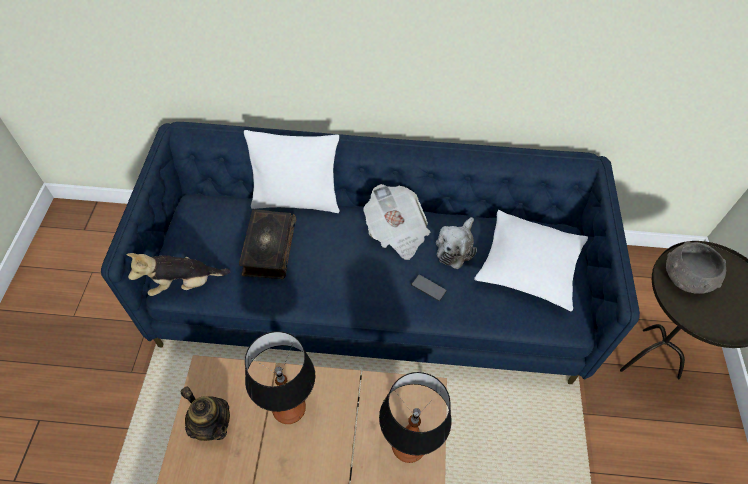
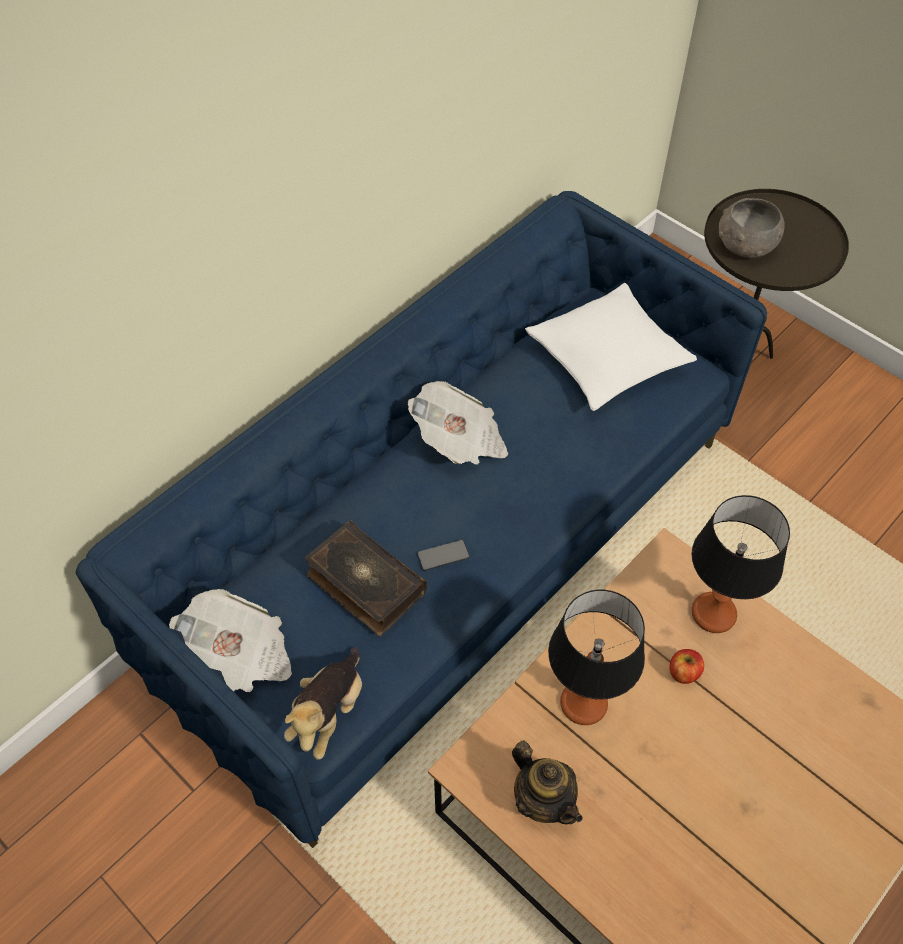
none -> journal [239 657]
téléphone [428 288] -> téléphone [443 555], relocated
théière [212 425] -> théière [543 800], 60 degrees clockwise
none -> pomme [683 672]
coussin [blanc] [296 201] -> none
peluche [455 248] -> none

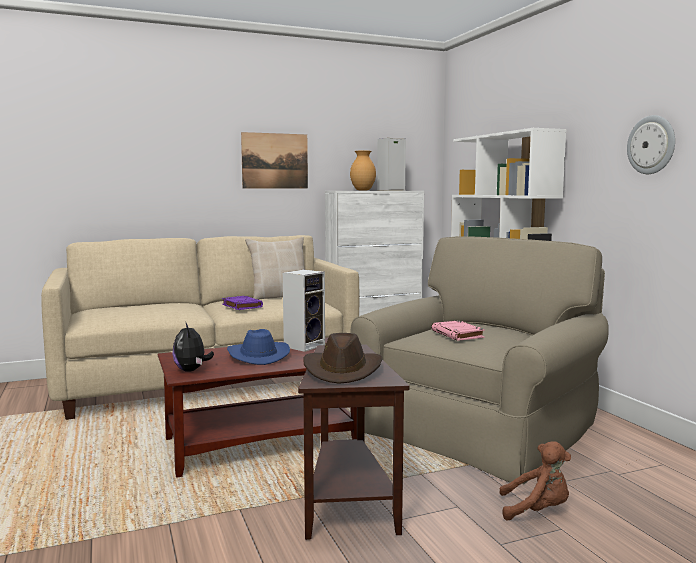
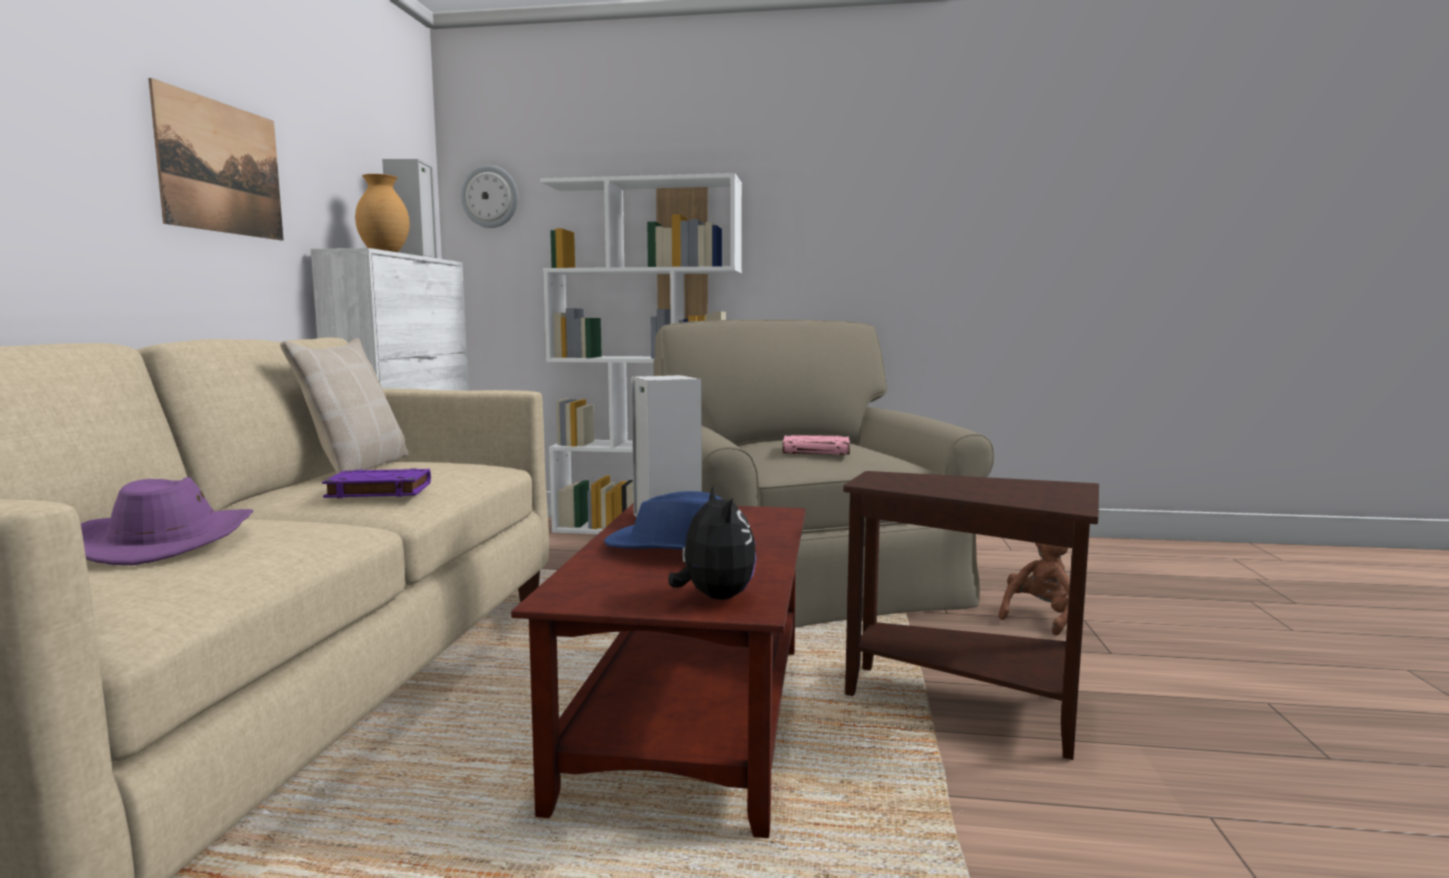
none -> chapeau [violet] [168 541]
horloge murale [651 145] -> horloge murale [490 197], relocated
peluche [192 370] -> peluche [714 597], 120 degrees counterclockwise
chapeau [marron] [343 370] -> none

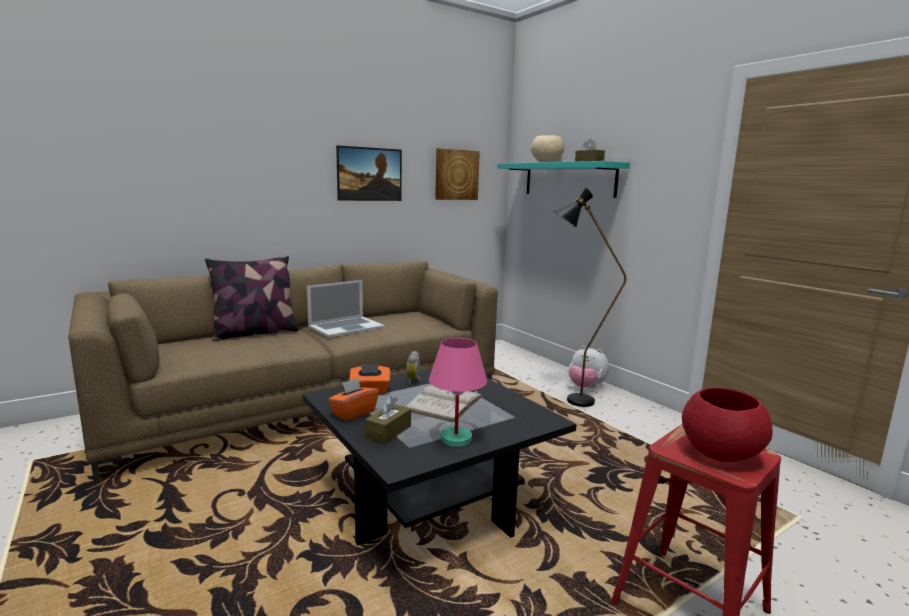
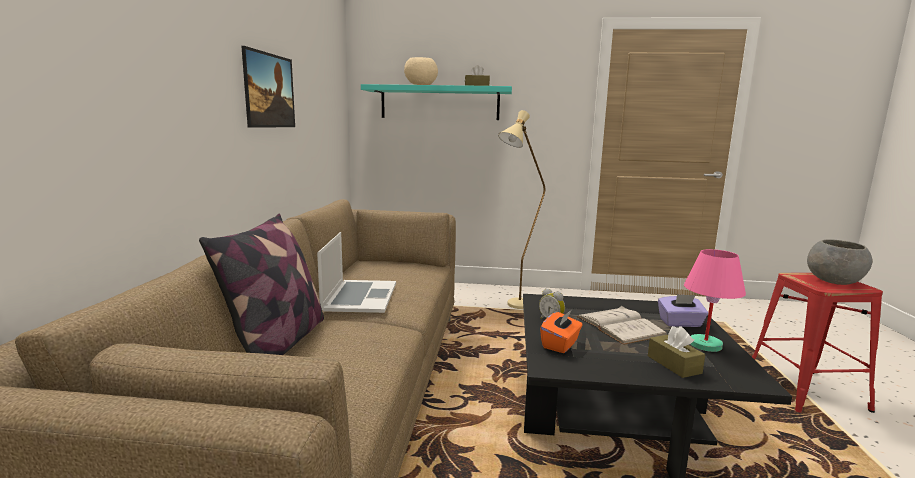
lampadaire [noir] [570 401] -> lampadaire [beige] [514 307]
none -> boîte à mouchoirs [violet] [680 323]
bol [rouge] [720 455] -> bol [gris] [834 282]
boîte à mouchoirs [orange] [353 413] -> none
tableau [456 175] -> none
peluche [586 387] -> none

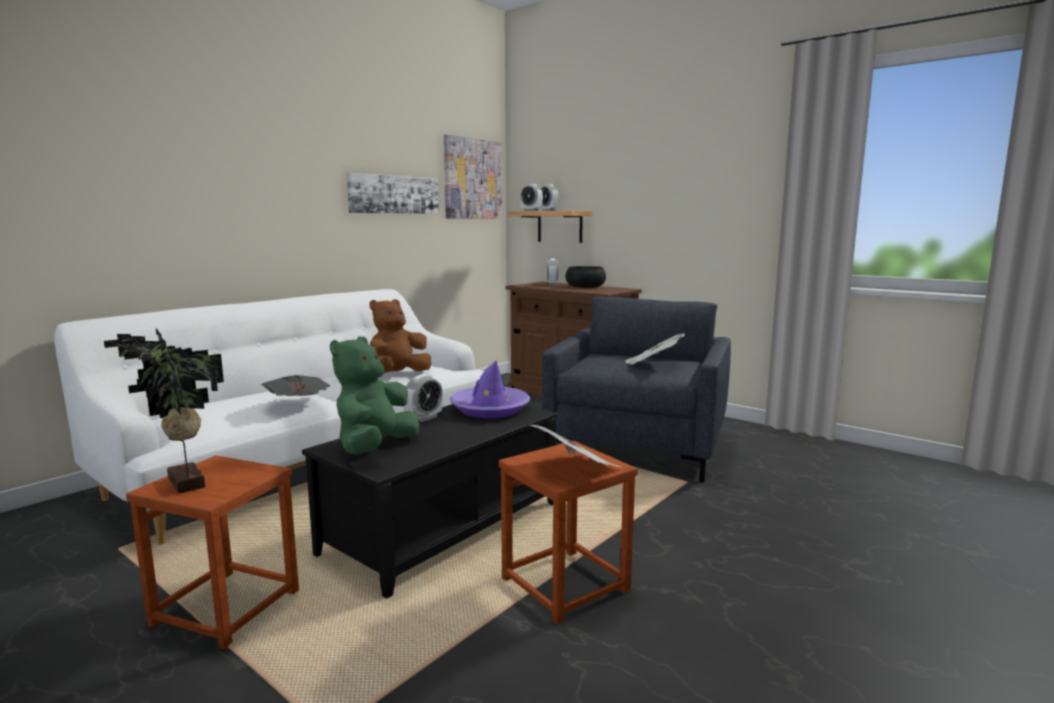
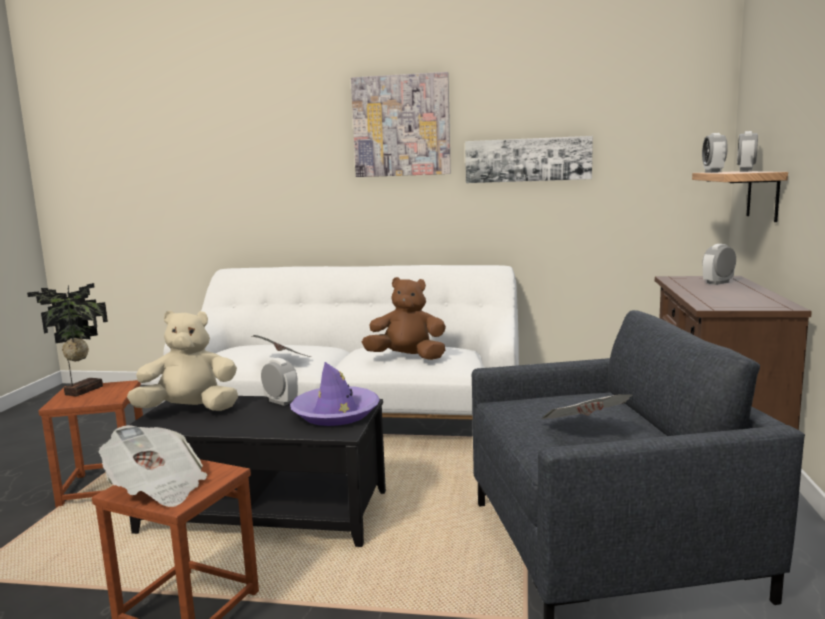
peluche [vert] [375 448] -> peluche [beige] [190 410]
réveil [424 418] -> réveil [280 401], 150 degrees counterclockwise
tableau [472 179] -> tableau [401 126], relocated
bol [noir] [585 287] -> none

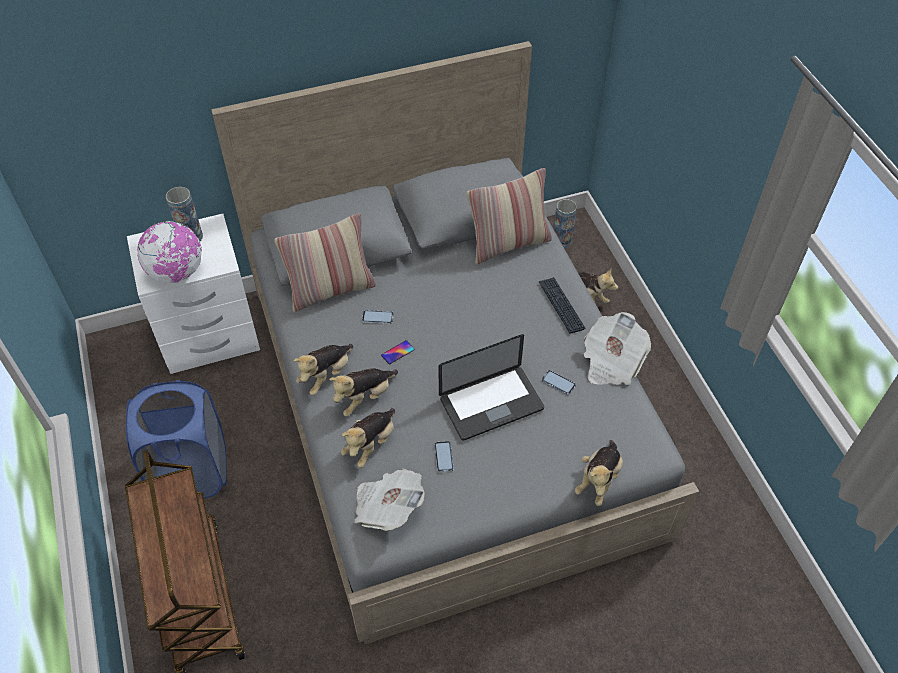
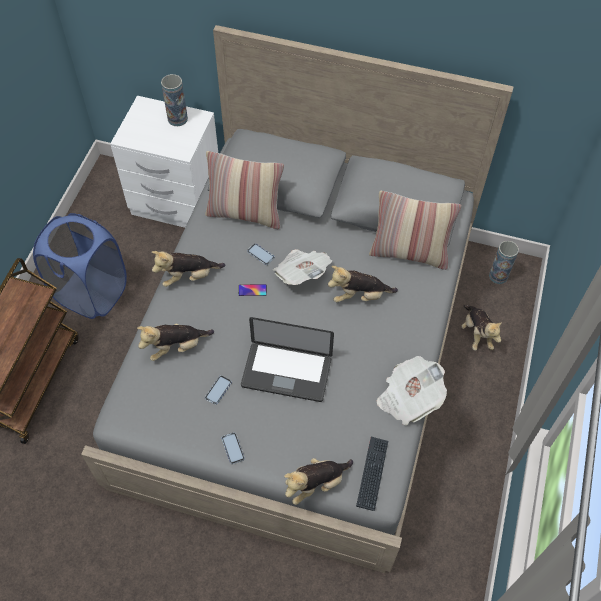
téléphone [558 382] -> téléphone [233 448], relocated
journal [388 507] -> journal [301 274], relocated
peluche [364 397] -> peluche [359 296], relocated
clavier [561 305] -> clavier [372 473], relocated
globe [177 272] -> none

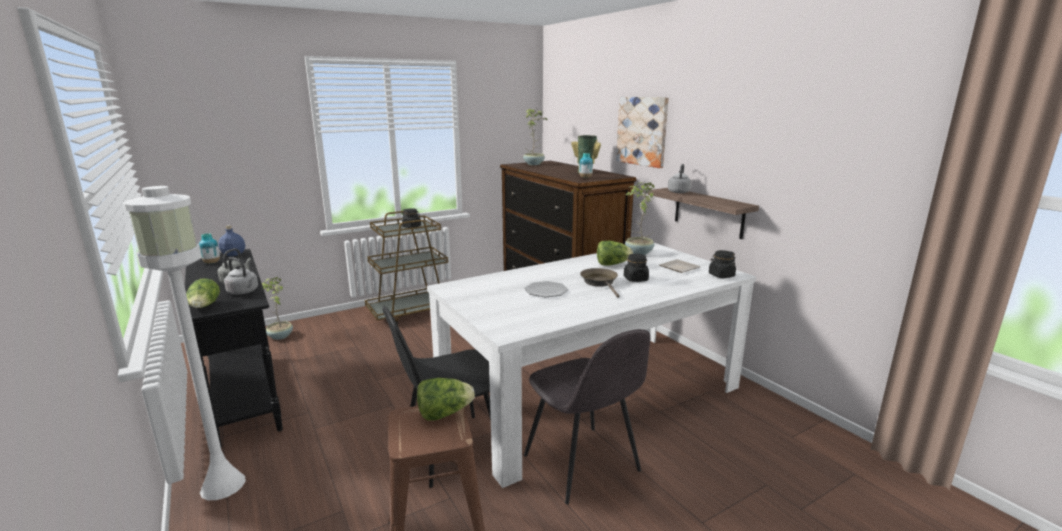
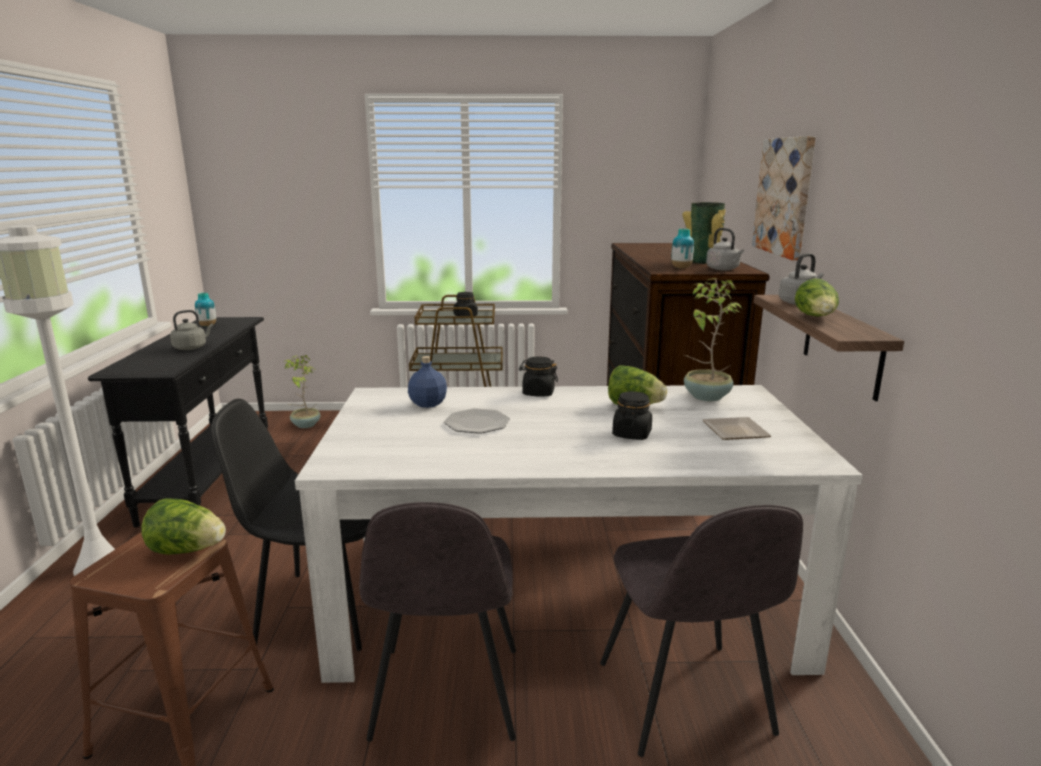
bouteille [bleu] [234 254] -> bouteille [bleu] [428 403], relocated
bocal [noir] [721 275] -> bocal [noir] [538 393], relocated
none -> chaise [gris] [685 701]
bouilloire [gris] [244 292] -> bouilloire [gris] [723 269], relocated
laitue [204 307] -> laitue [816 317], relocated
plante en pot [534 164] -> none
poêle [marron] [600 283] -> none

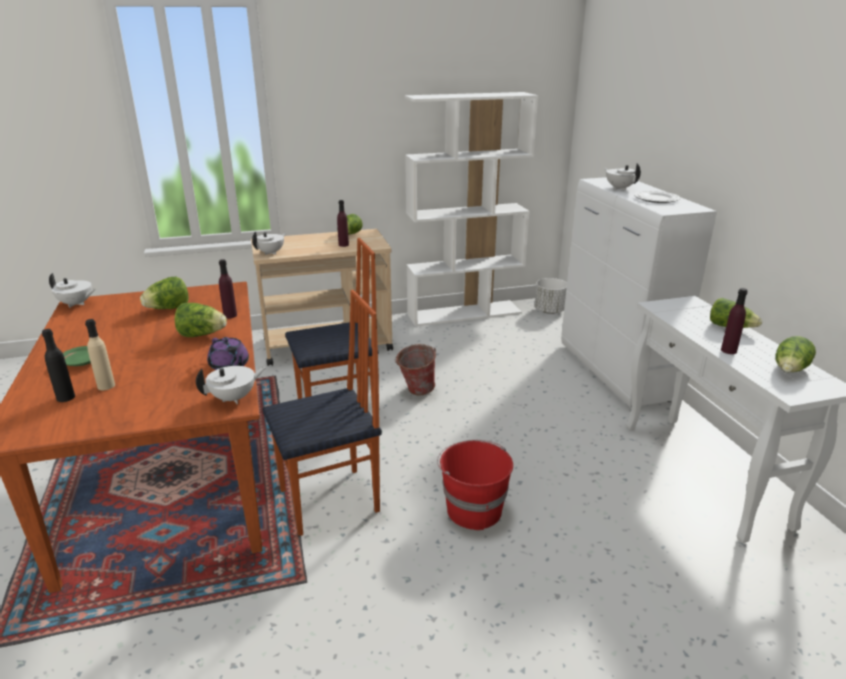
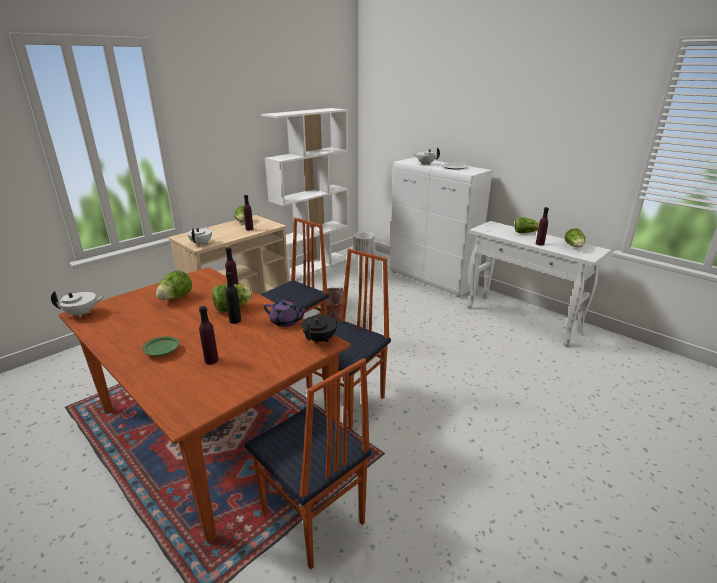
bouteille [beige] [106 386] -> bouteille [violet] [211 360]
bouteille [noir] [65 397] -> bouteille [noir] [235 320], relocated
none -> chaise [312 520]
théière [blanc] [234 398] -> théière [noir] [320 339]
seau [rouge] [473 509] -> none

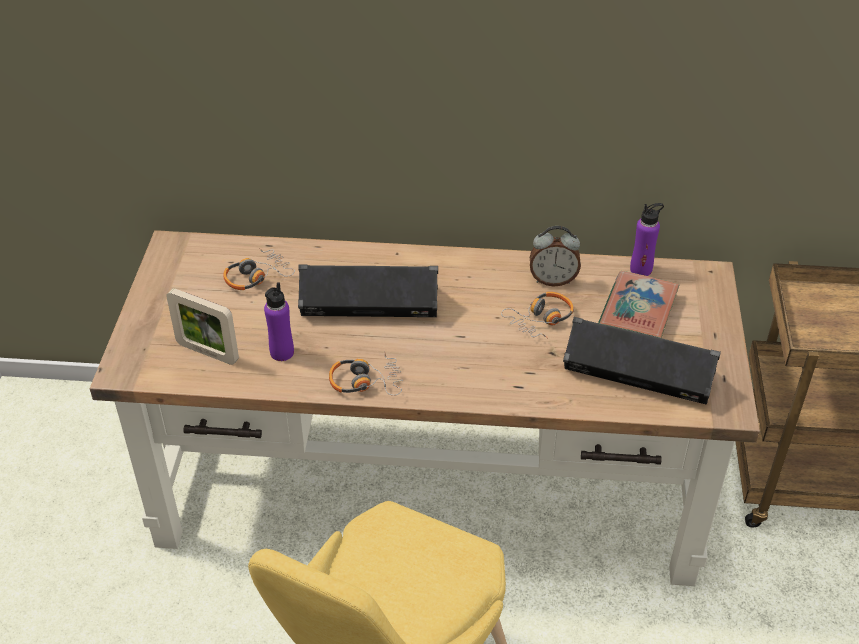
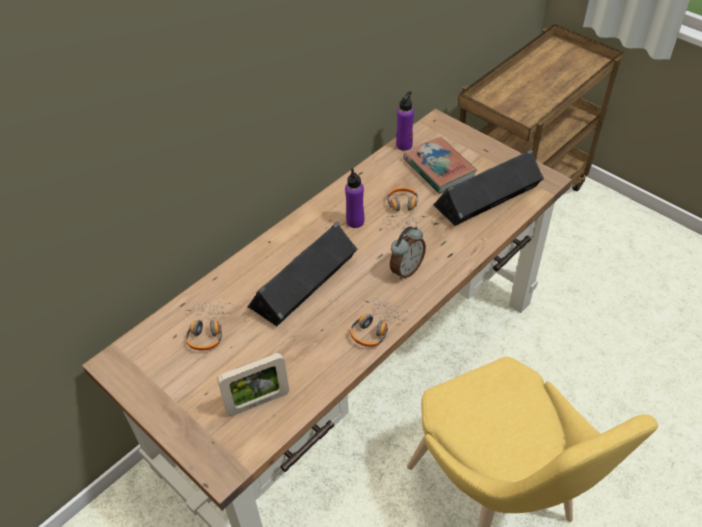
bouteille [violet] [282 352] -> bouteille [violet] [355 221], relocated
réveil [553 280] -> réveil [406 269], relocated

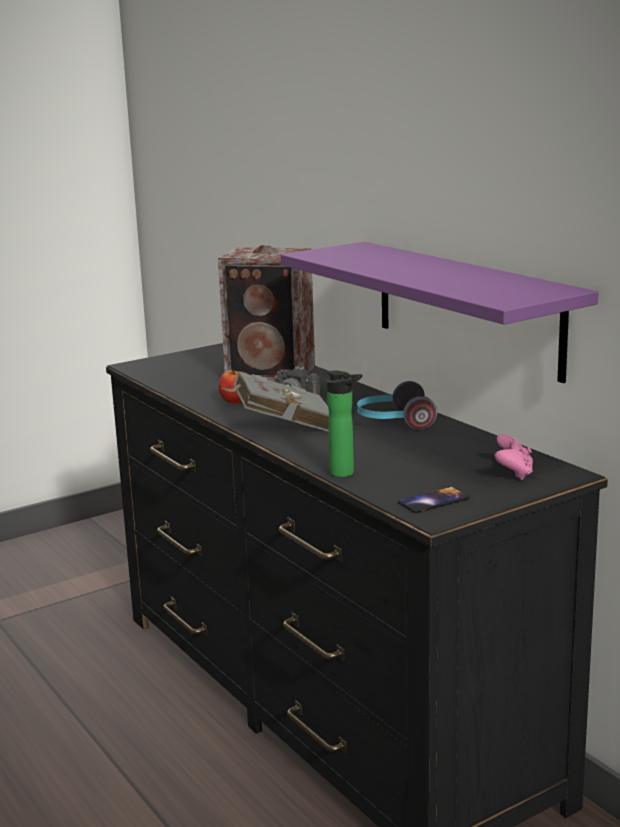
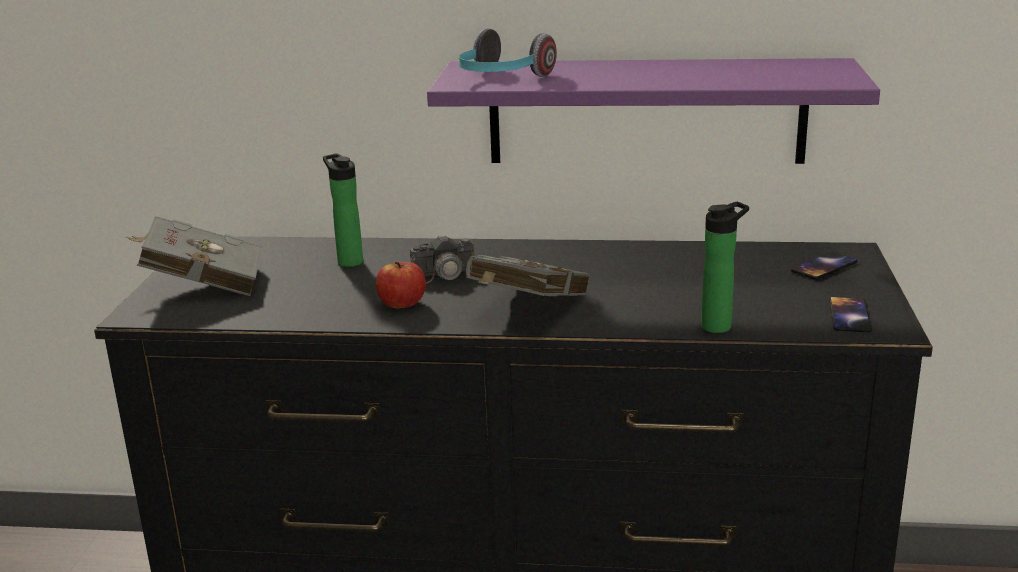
none -> livre [gris] [200 285]
enceinte [273 373] -> bouteille [348 261]
casque audio [394 422] -> casque audio [501 78], relocated
manette [rose] [513 473] -> téléphone [824 266]

